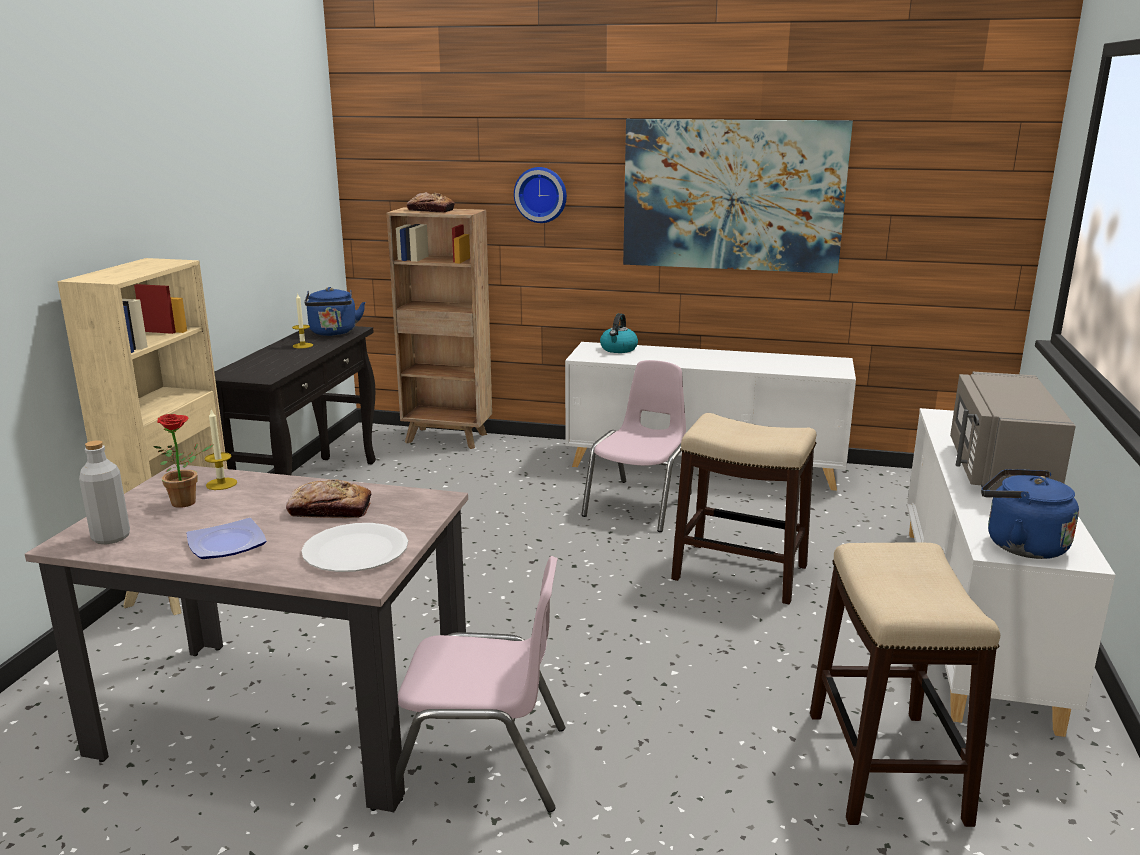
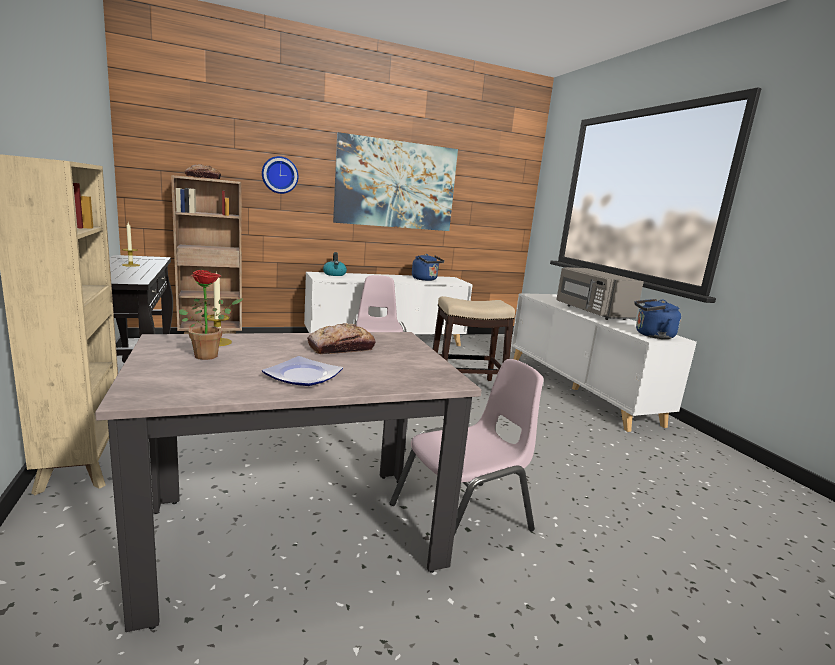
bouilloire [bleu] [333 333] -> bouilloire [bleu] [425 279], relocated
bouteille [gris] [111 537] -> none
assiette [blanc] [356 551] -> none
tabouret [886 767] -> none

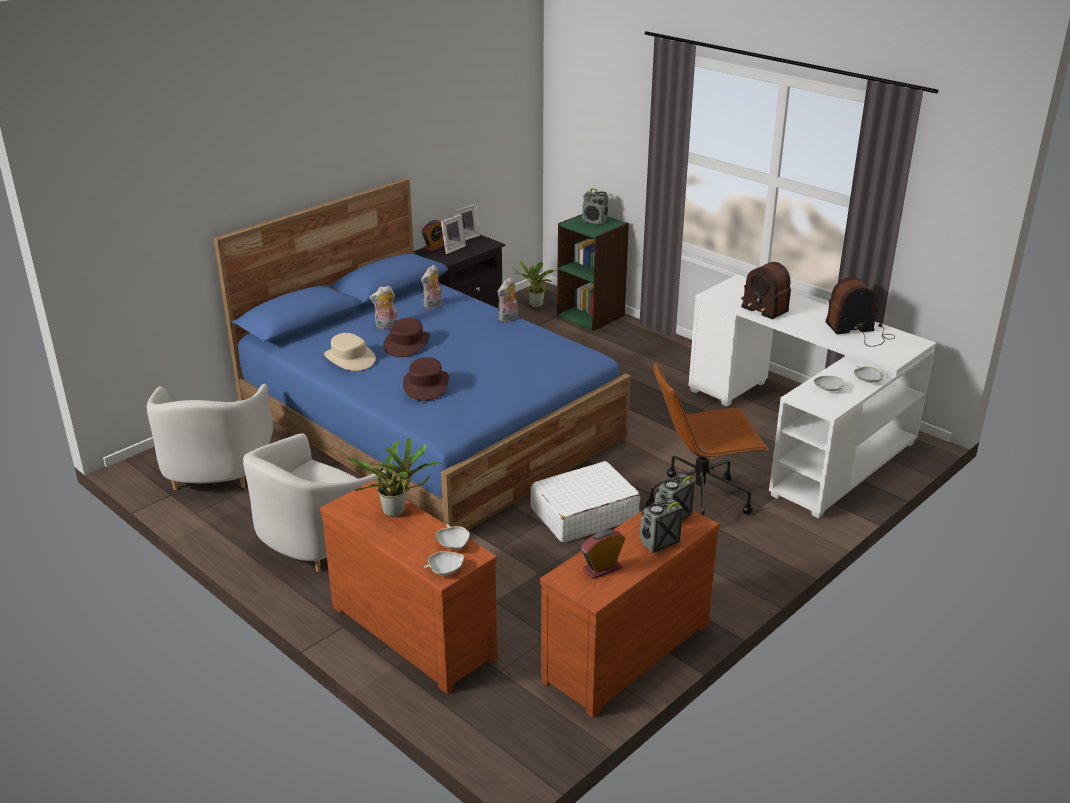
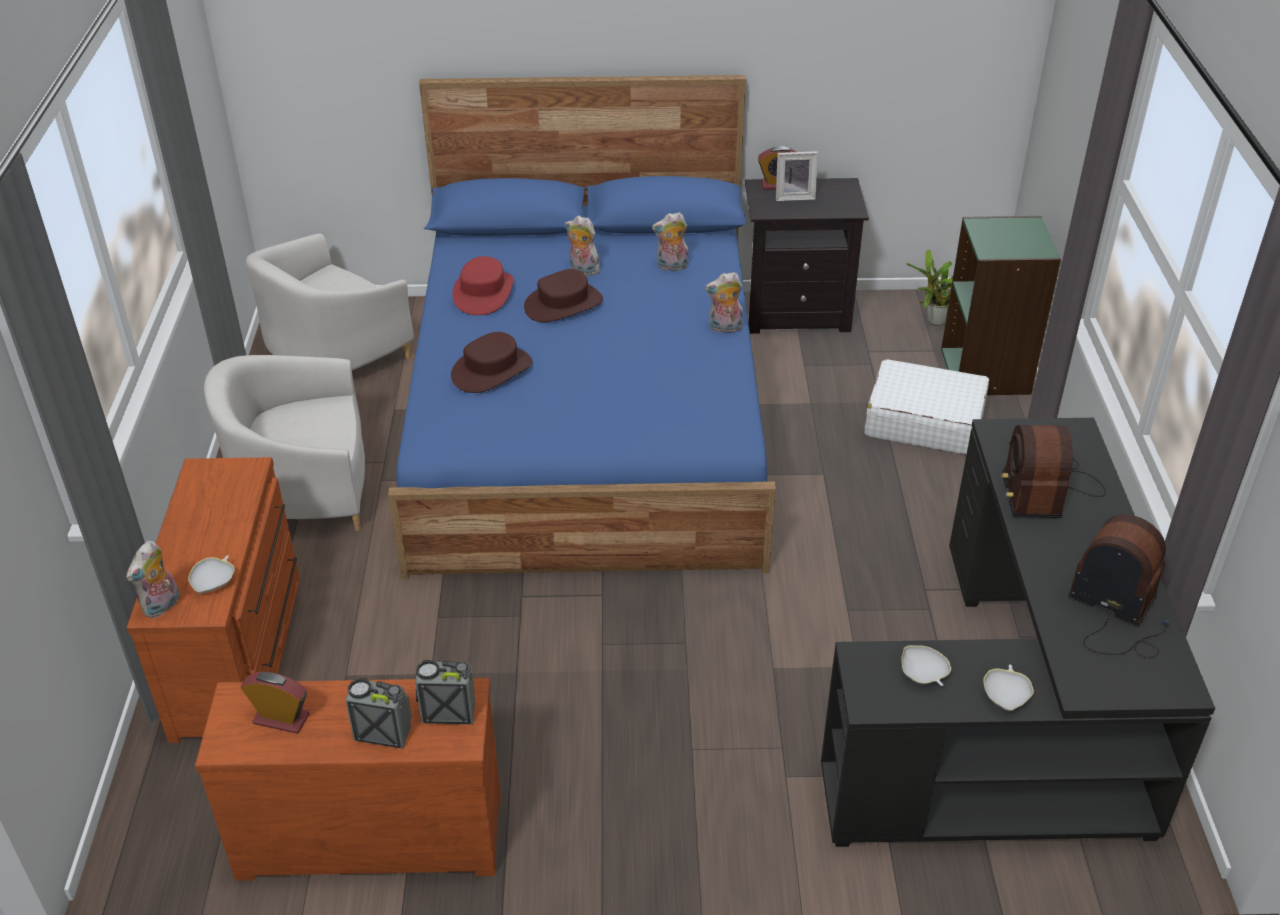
bol [blanc] [445 570] -> peluche [162 606]
chapeau [beige] [349 358] -> chapeau [rouge] [483 293]
bureau [blanc] [804 433] -> bureau [noir] [1012 715]
valise [blanc] [583 514] -> valise [blanc] [923 421], relocated
plante en pot [397 512] -> none
cadre photo [466 237] -> none
radio [594 221] -> none
chaise de bureau [marron] [700 500] -> none

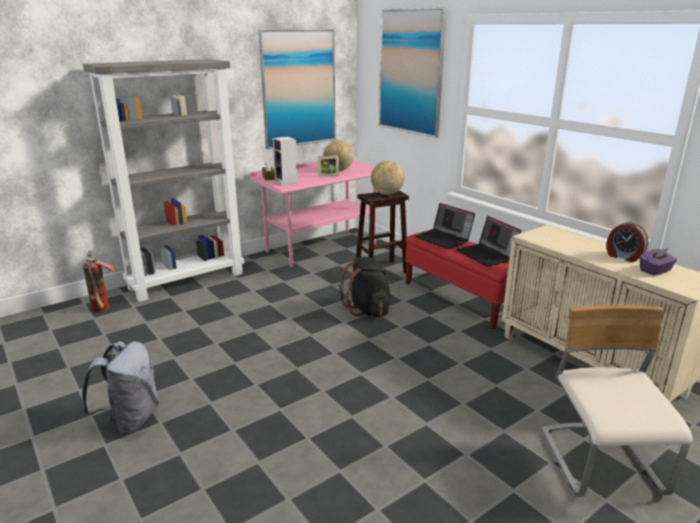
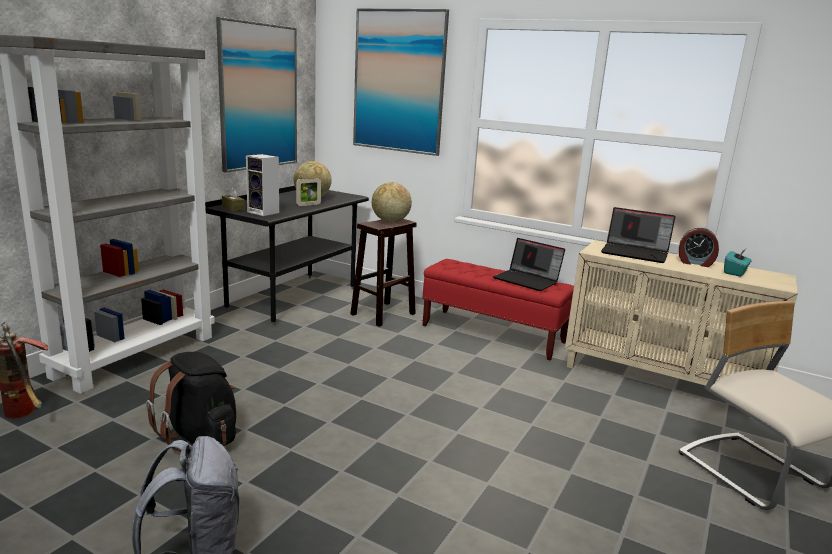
sac à dos [noir] [368 310] -> sac à dos [noir] [200 436], relocated
bureau [rose] [321 249] -> bureau [noir] [293 298]
ordinateur portable [444 239] -> ordinateur portable [636 253], relocated
boîte à mouchoirs [violet] [655 271] -> boîte à mouchoirs [turquoise] [735 272]

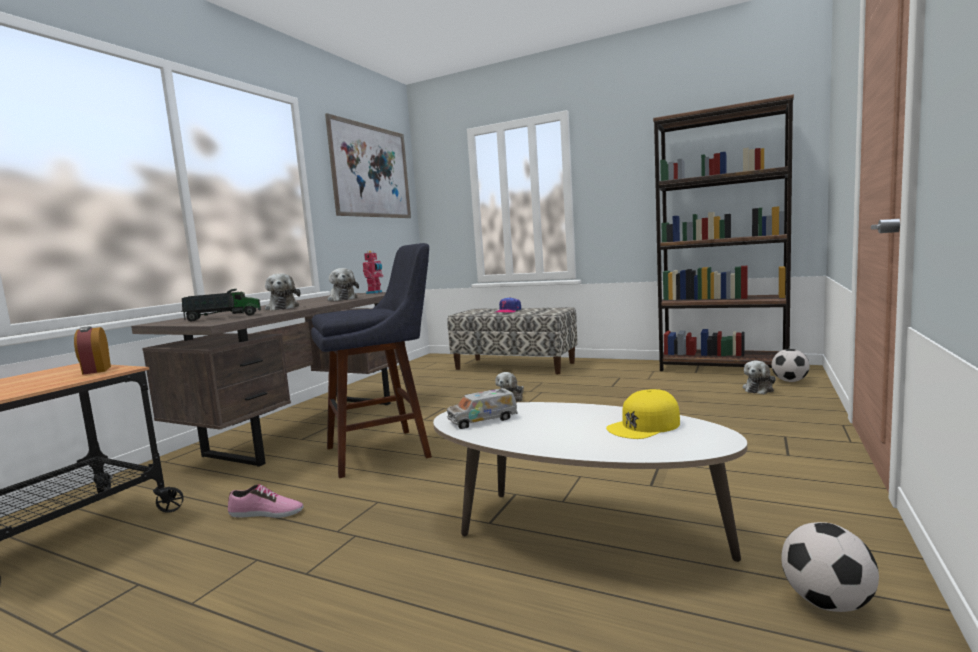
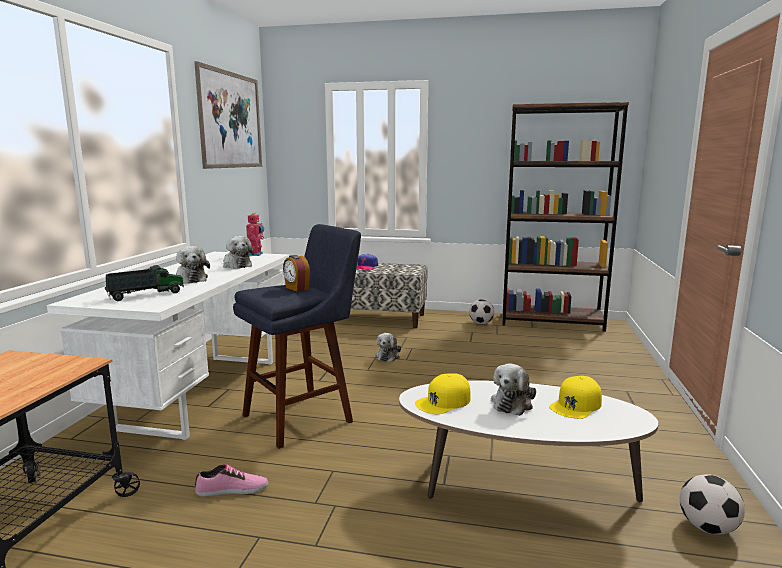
bureau [marron] [307 426] -> bureau [blanc] [203 391]
réveil [96 370] -> réveil [296 288], relocated
camion jouet [482 420] -> casquette [jaune] [443 401]
ballon de foot [789 381] -> ballon de foot [481 323], relocated
peluche [759 389] -> peluche [513 403], relocated

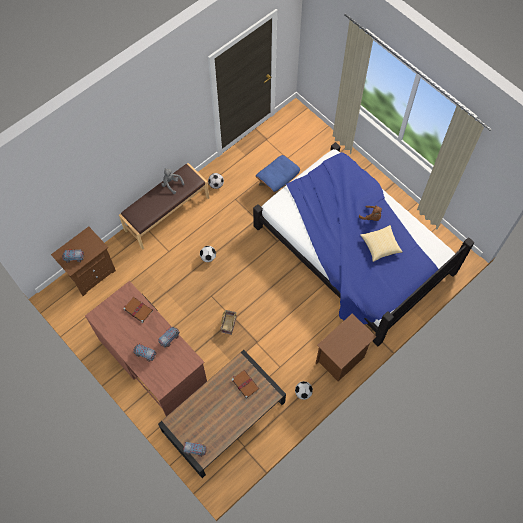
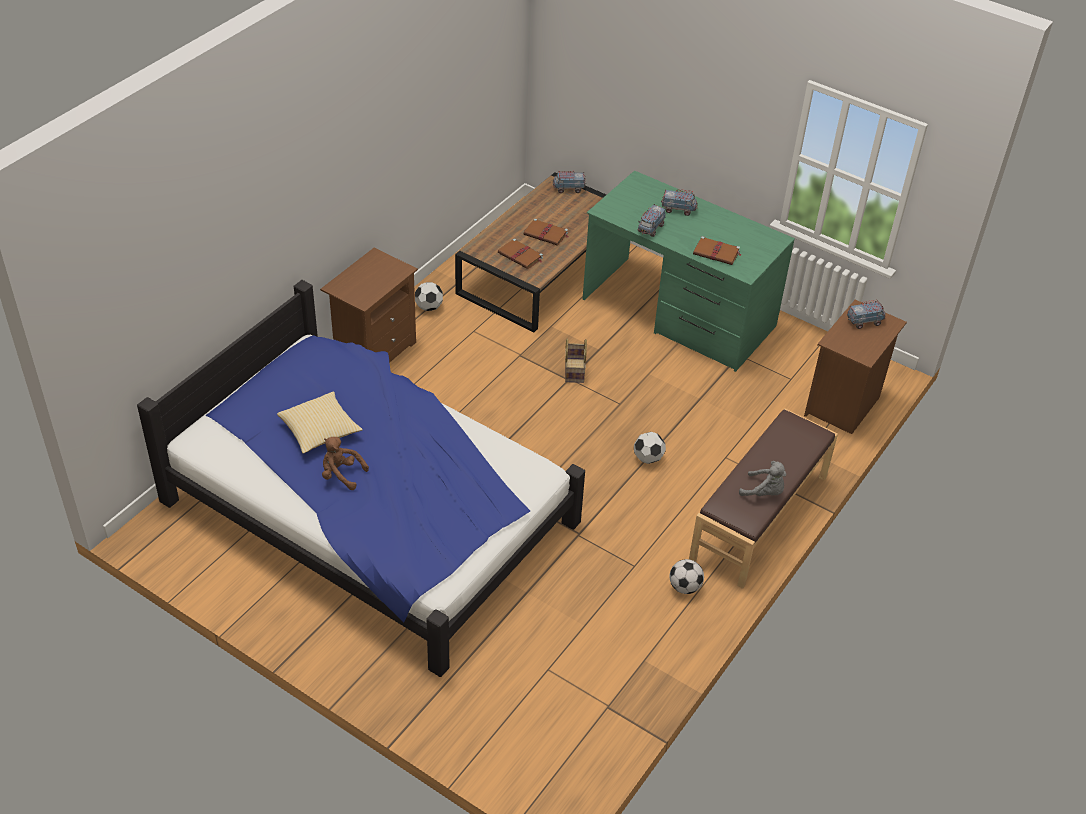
none -> livre [marron] [546 234]
bureau [marron] [153 360] -> bureau [vert] [678 313]
pouf [bleu] [277 185] -> none

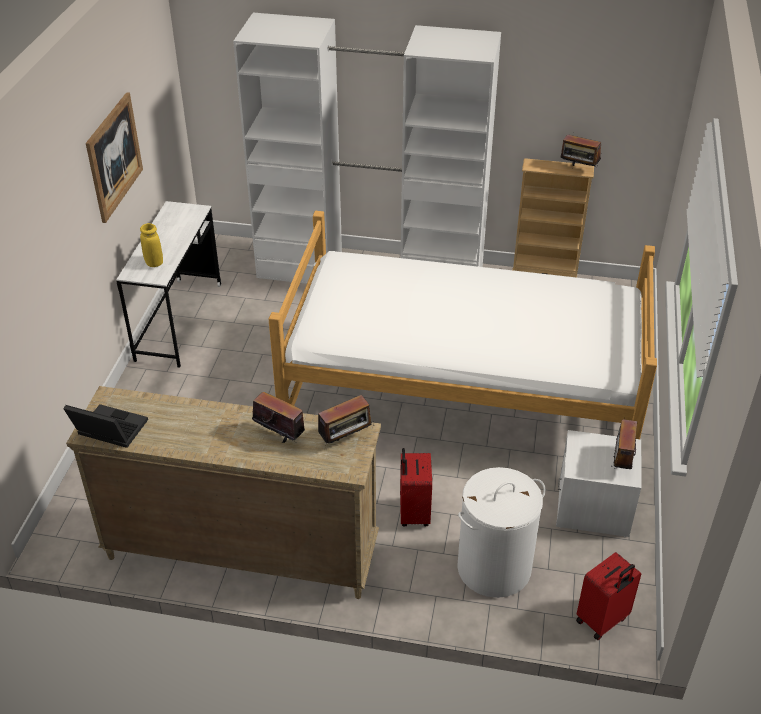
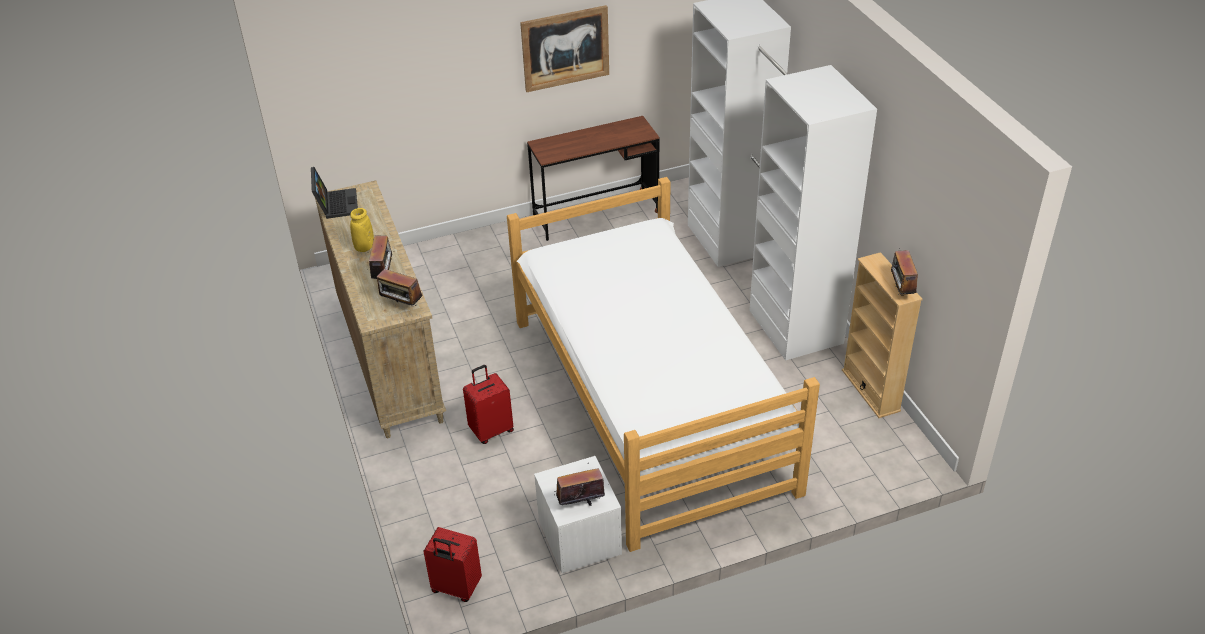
vase [jaune] [154 263] -> vase [jaune] [364 247], relocated
bureau [blanc] [179 321] -> bureau [marron] [596 214]
panier à linge [blanc] [494 568] -> none

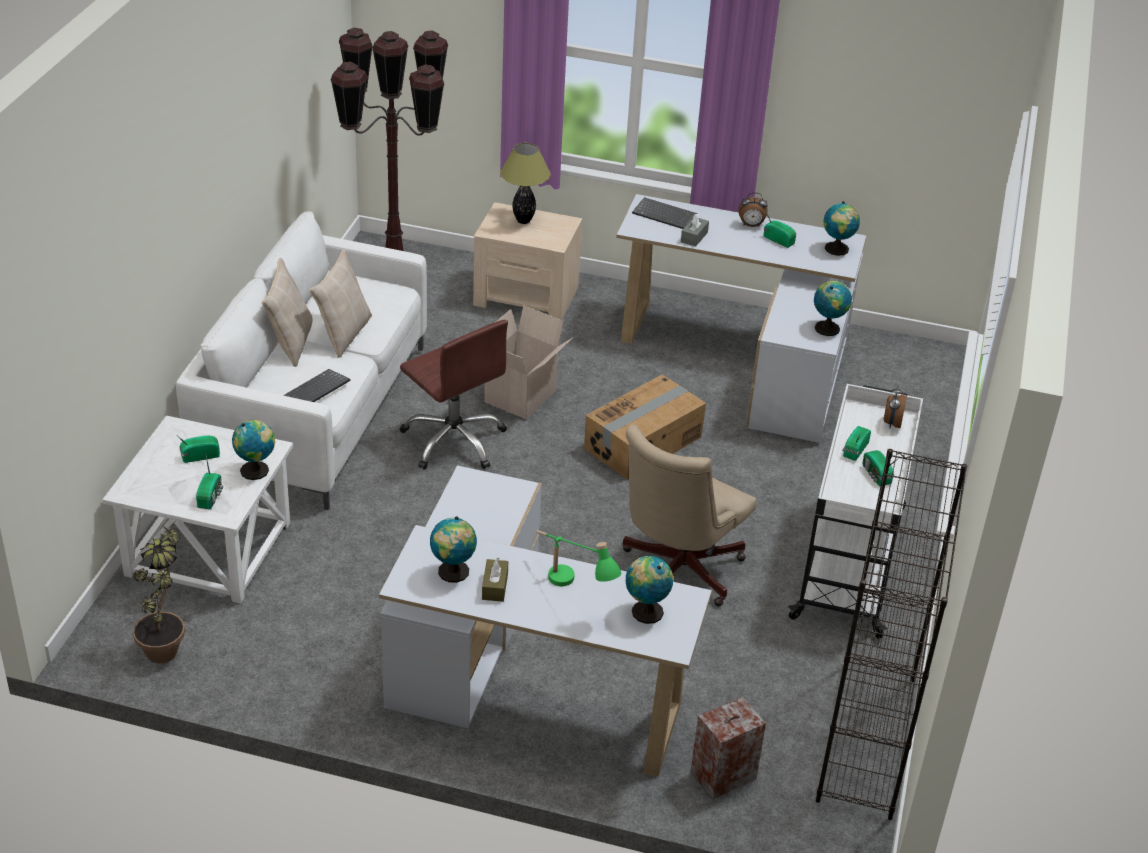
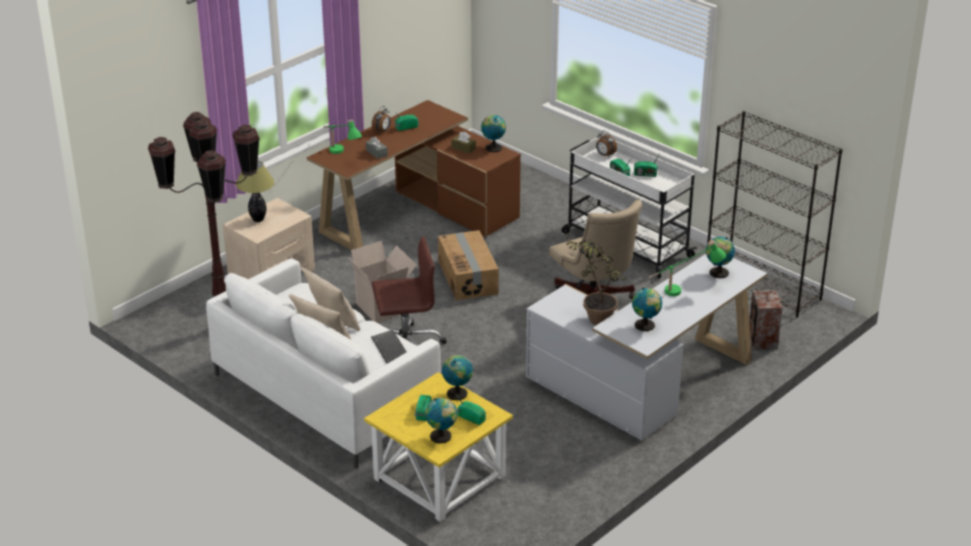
bureau [blanc] [747 358] -> bureau [marron] [416 214]
clavier [665 215] -> lampe de table [vert] [342 154]
table d'appoint [blanc] [208 548] -> table d'appoint [jaune] [437 478]
globe [837 250] -> globe [442 437], relocated
boîte à mouchoirs [marron] [495 586] -> boîte à mouchoirs [marron] [463 148], relocated
plante en pot [166 644] -> plante en pot [593 317], relocated

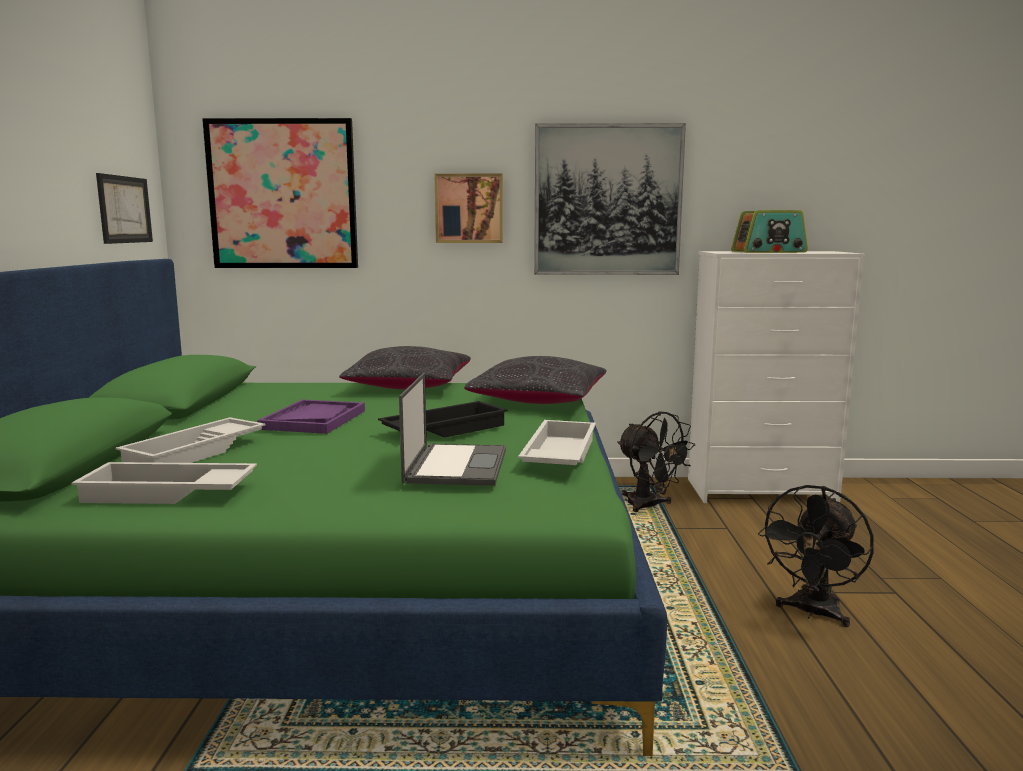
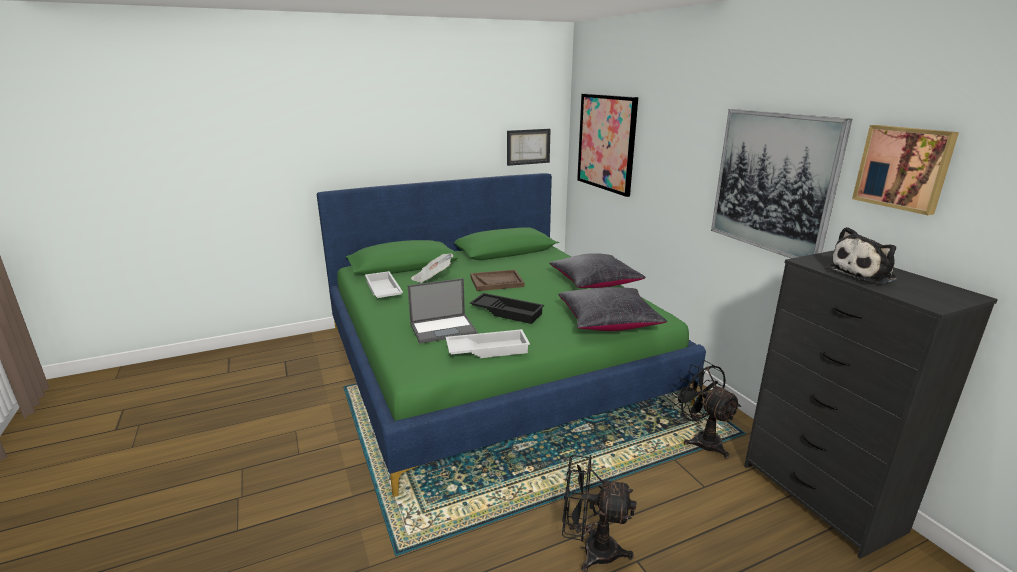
plateau [blanc] [196 453] -> journal [432 278]
plateau [violet] [313 419] -> plateau [marron] [497 282]
ventilateur [noir] [649 506] -> ventilateur [noir] [701 439], 120 degrees clockwise
commode [blanc] [762 491] -> commode [noir] [821 498]
radio [769 252] -> peluche [864 274]
tableau [469 208] -> tableau [904 168], relocated

